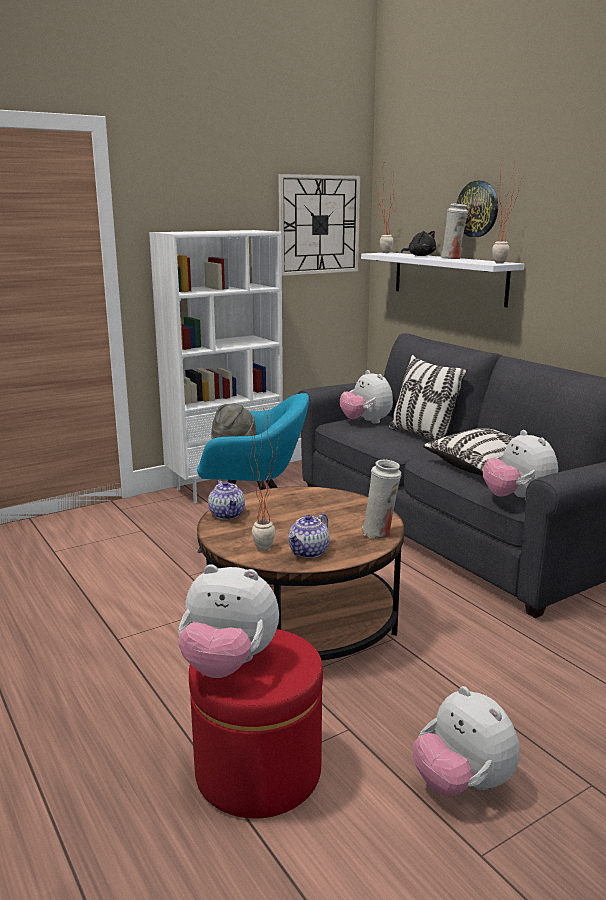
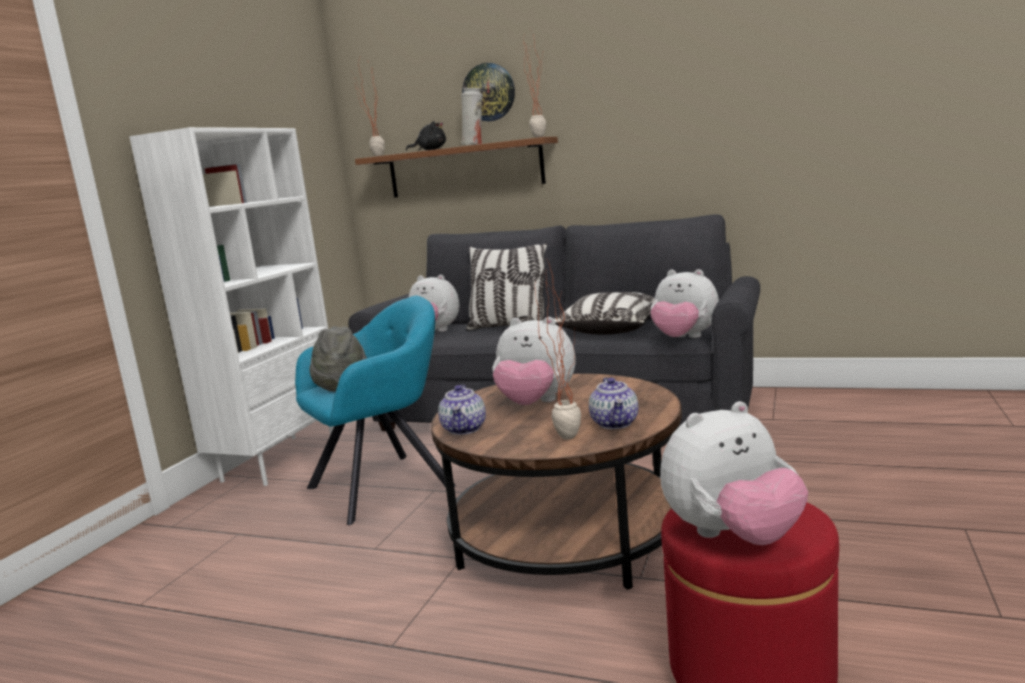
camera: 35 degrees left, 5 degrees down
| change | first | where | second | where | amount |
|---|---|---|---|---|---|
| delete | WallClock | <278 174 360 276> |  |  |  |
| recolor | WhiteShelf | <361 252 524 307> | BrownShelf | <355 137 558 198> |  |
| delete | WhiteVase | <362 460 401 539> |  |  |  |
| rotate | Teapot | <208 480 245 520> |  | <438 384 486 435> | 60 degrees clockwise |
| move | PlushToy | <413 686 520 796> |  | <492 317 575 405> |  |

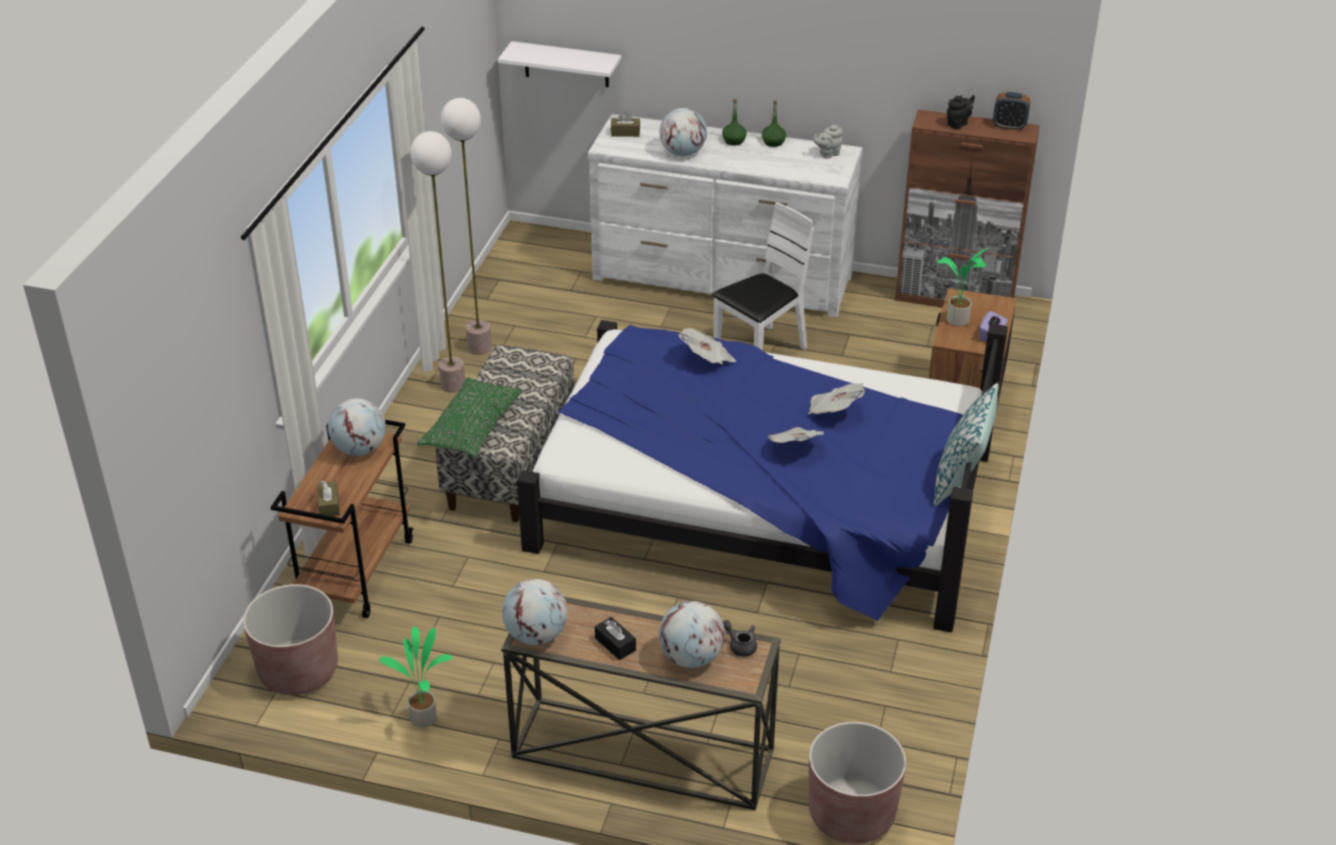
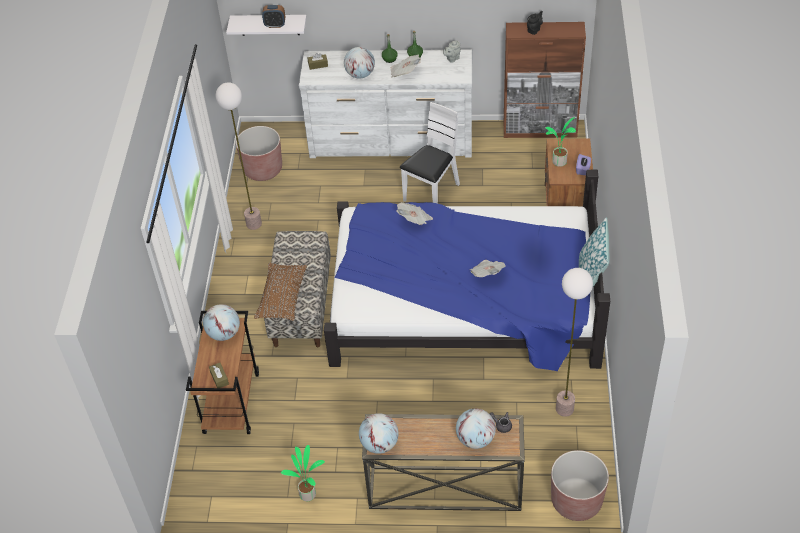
camera: 10 degrees left, 10 degrees up
| change | first | where | second | where | amount |
|---|---|---|---|---|---|
| move | AlarmClock | <993 92 1030 130> |  | <262 5 285 28> |  |
| move | FloorLamp | <410 131 465 393> |  | <556 268 593 417> |  |
| recolor | GreenPillow | <417 377 523 457> | BrownPillow | <254 262 307 321> |  |
| move | Newspaper | <808 383 865 414> |  | <391 55 421 78> |  |
| move | BrownPlanter | <243 584 338 695> |  | <236 126 282 181> |  |
| delete | BlackTissueBox | <595 617 636 660> |  |  |  |

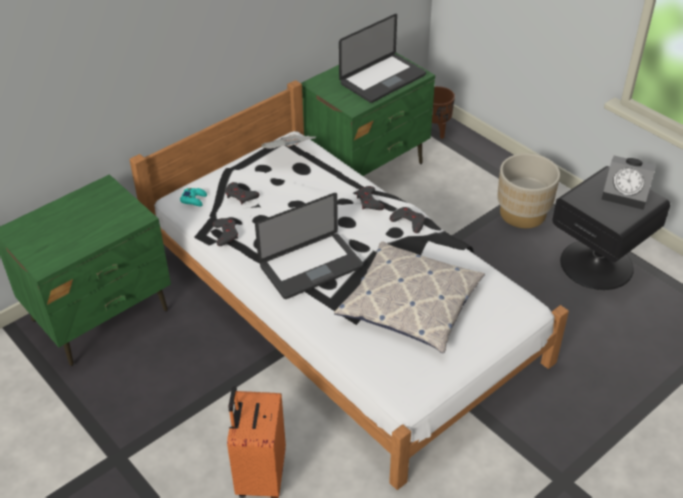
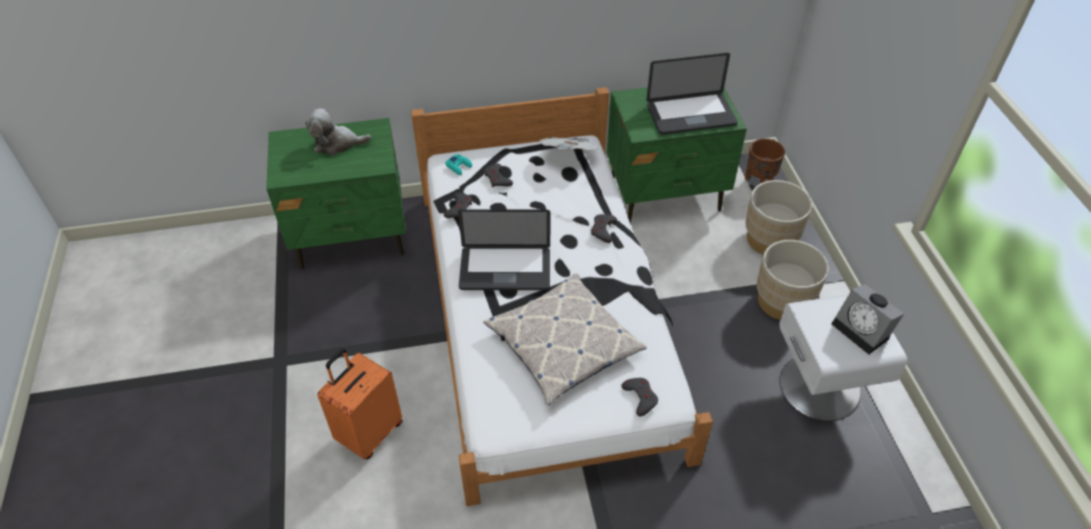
camera: 30 degrees right, 5 degrees up
| change | first | where | second | where | amount |
|---|---|---|---|---|---|
| recolor | BlackNightstand | <552 166 670 290> | WhiteNightstand | <779 294 907 421> |  |
| move | GreyGameController | <390 207 425 233> |  | <621 378 658 416> |  |
| insert |  |  | PlushToy | <305 108 371 156> |  |
| insert |  |  | BeigePlanter | <745 180 812 254> |  |

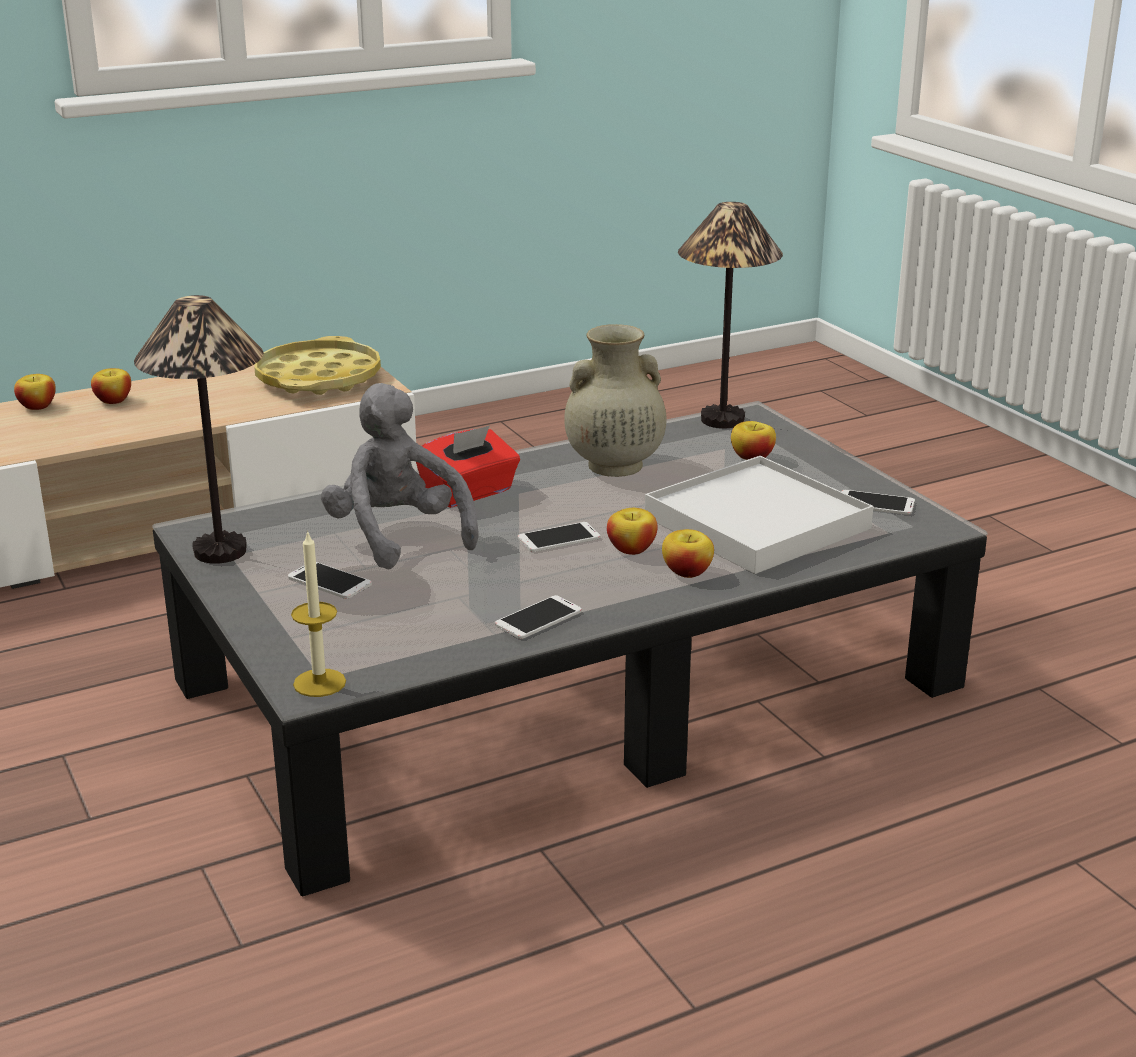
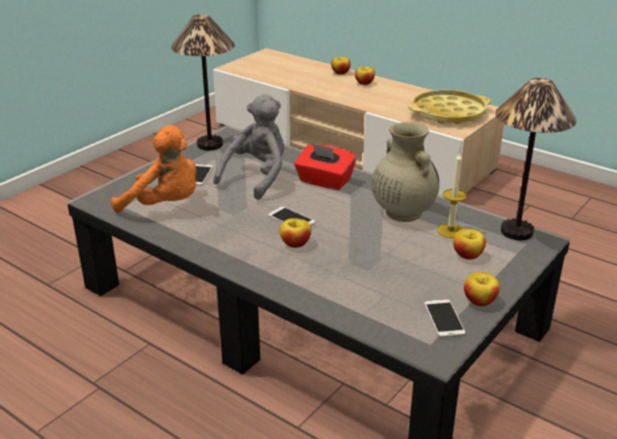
camera: 65 degrees right, 5 degrees up
| change | first | where | second | where | amount |
|---|---|---|---|---|---|
| delete | WhiteTray | <645 456 873 574> |  |  |  |
| move | Apple | <662 529 714 578> |  | <464 272 500 306> |  |
| move | Candle | <291 530 346 697> |  | <437 153 467 238> |  |
| delete | Phone | <495 595 582 639> |  |  |  |
| insert |  |  | OrangePlushToy | <111 125 197 213> |  |

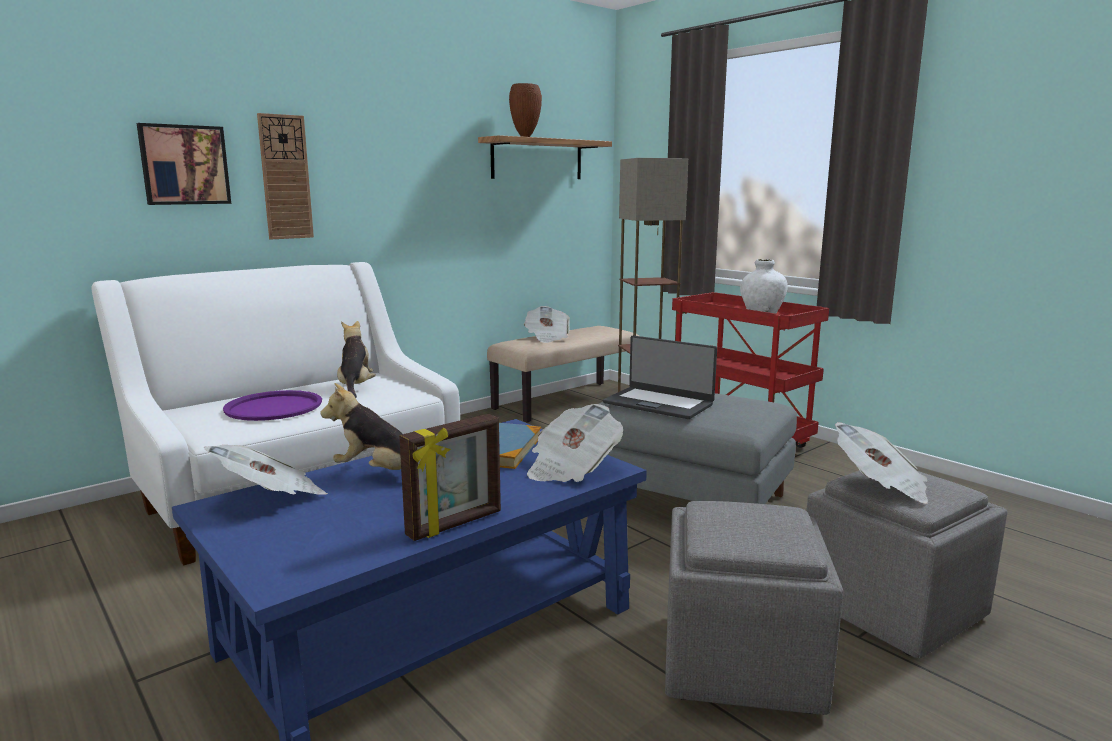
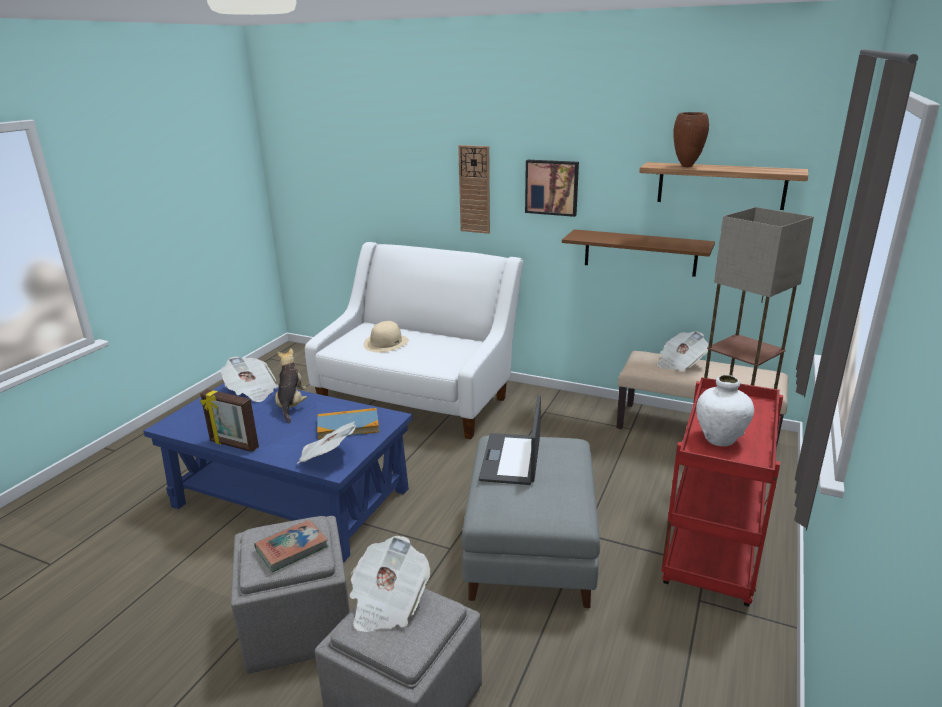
camera: 65 degrees right, 10 degrees up
| change | first | where | second | where | amount |
|---|---|---|---|---|---|
| move | Picture | <137 123 231 205> |  | <525 160 579 217> |  |
| delete | PlushToy | <337 321 376 398> |  |  |  |
| replace | PurpleTray | <223 390 322 421> | BeigeHat | <364 321 409 353> |  |
| insert |  |  | BrownShelf | <562 229 715 277> |  |
| insert |  |  | Book | <254 519 329 572> |  |

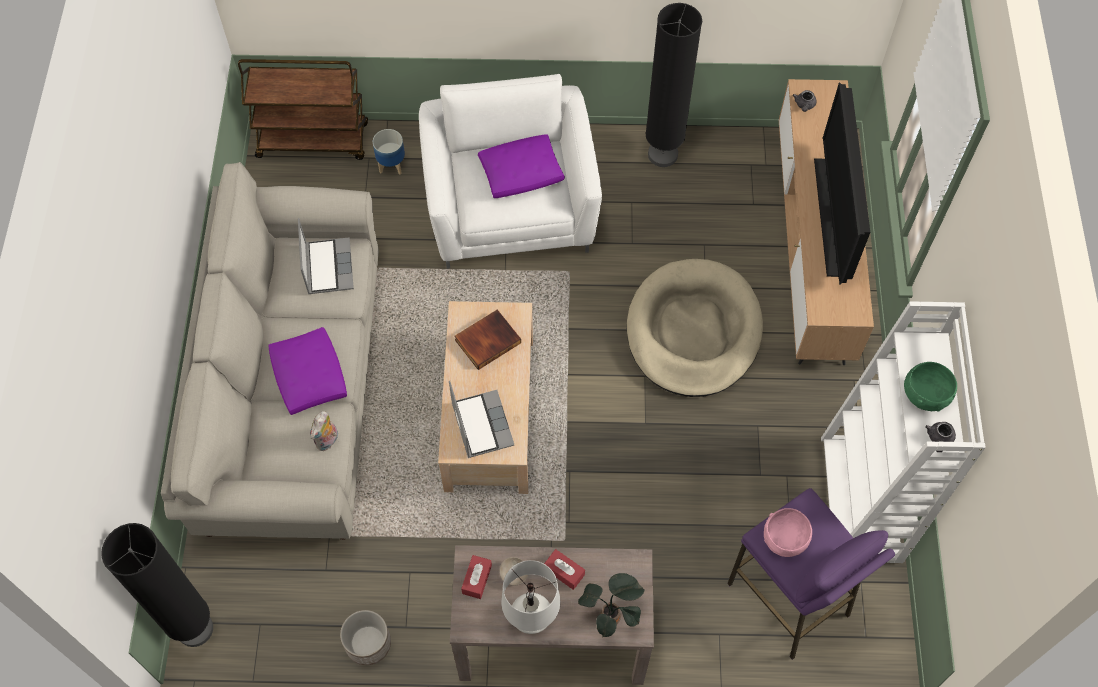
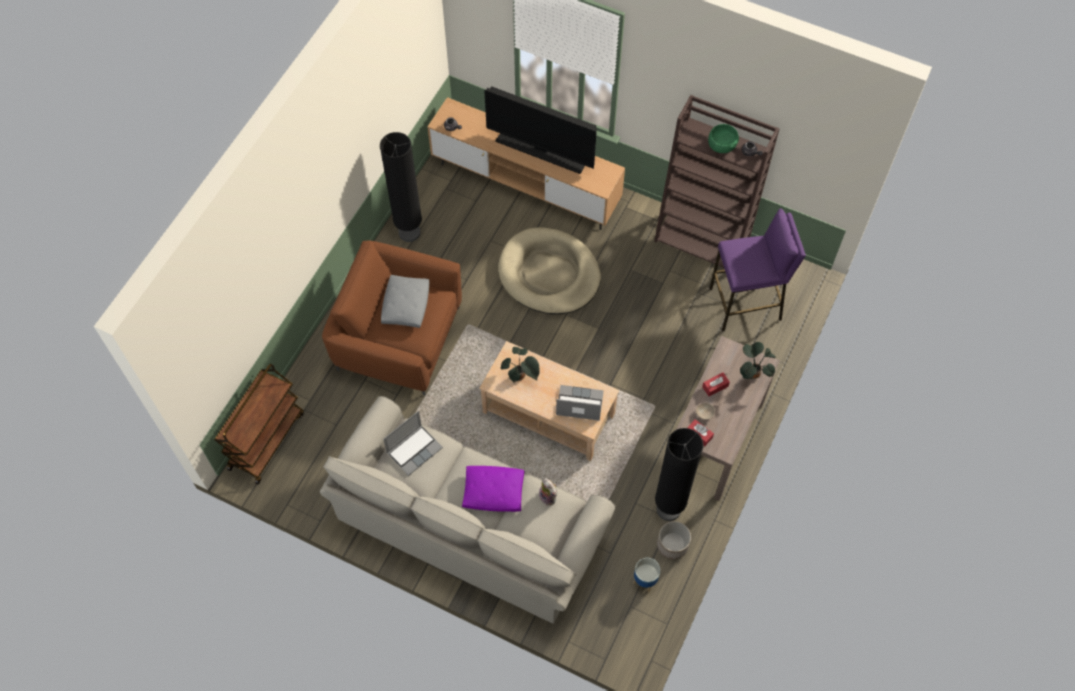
camera: 65 degrees left, 0 degrees up
| change | first | where | second | where | amount |
|---|---|---|---|---|---|
| recolor | WhiteArmchair | <419 74 602 269> | BrownArmchair | <322 241 462 396> |  |
| move | Planter | <373 129 405 175> |  | <633 558 660 592> |  |
| recolor | PurplePillow | <478 134 565 198> | GreyPillow | <381 275 429 328> |  |
| rotate | Laptop | <298 218 354 294> |  | <383 411 443 476> | 120 degrees clockwise |
| recolor | WhiteBookcase | <821 301 986 563> | BrownBookcase | <654 95 780 268> |  |
| replace | Book | <454 310 521 370> | PottedPlant | <500 347 540 383> |  |
| delete | PinkBowl | <764 508 812 557> |  |  |  |
| move | BlackFloorLamp | <101 523 213 647> |  | <655 428 703 521> |  |
| delete | WhiteTableLamp | <501 560 560 634> |  |  |  |

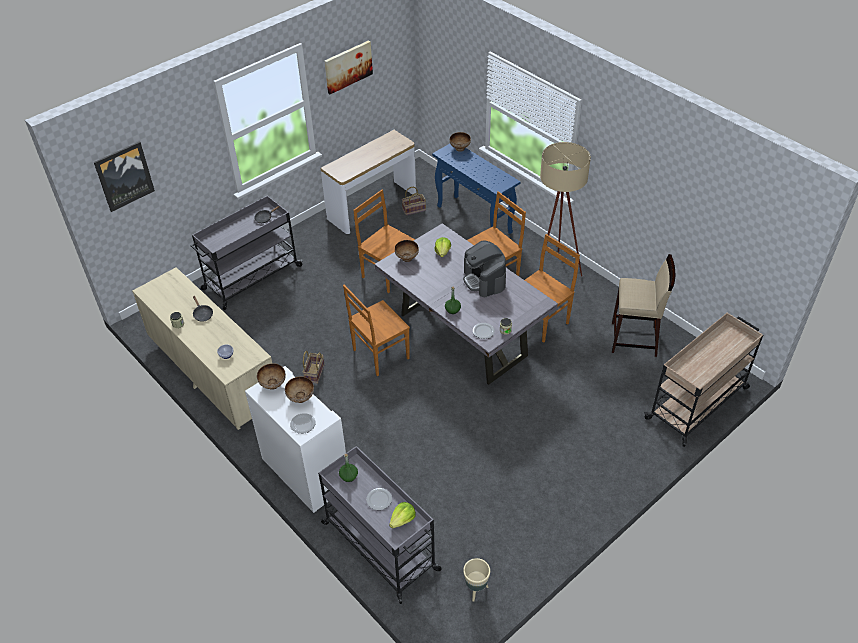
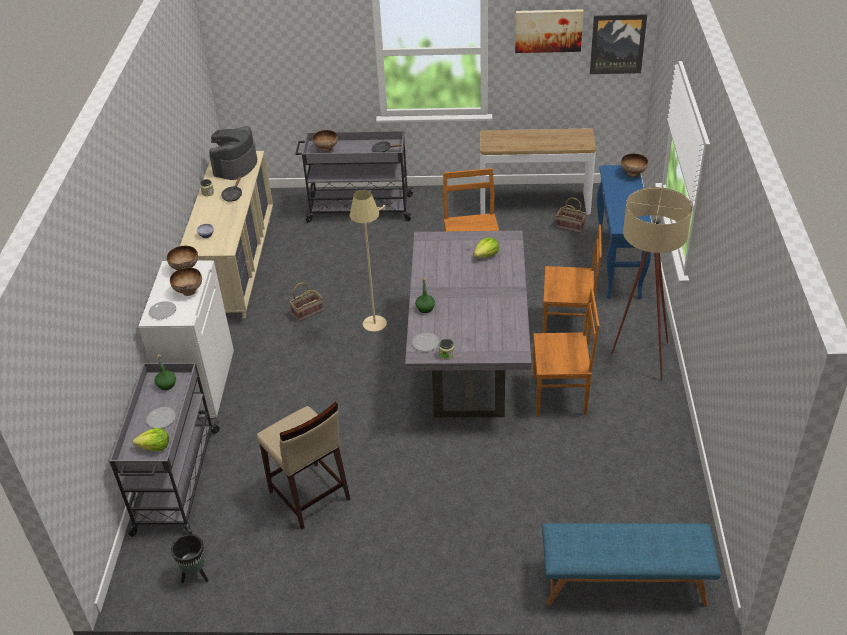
camera: 45 degrees right, 5 degrees down
| change | first | where | second | where | amount |
|---|---|---|---|---|---|
| move | Picture | <94 141 155 212> |  | <590 14 647 74> |  |
| move | Bowl | <395 240 419 262> |  | <313 130 338 152> |  |
| move | CoffeeMachine | <463 241 506 297> |  | <209 126 257 180> |  |
| move | BeigeStool | <612 254 675 357> |  | <257 402 351 530> |  |
| replace | BrownChair | <343 285 410 376> | BeigeFloorLamp | <350 190 387 332> |  |
| replace | BeigeCart | <644 313 763 447> | BlueBench | <542 523 721 606> |  |
| recolor | BeigePlanter | <463 558 490 602> | BlackPlanter | <171 534 209 583> |  |

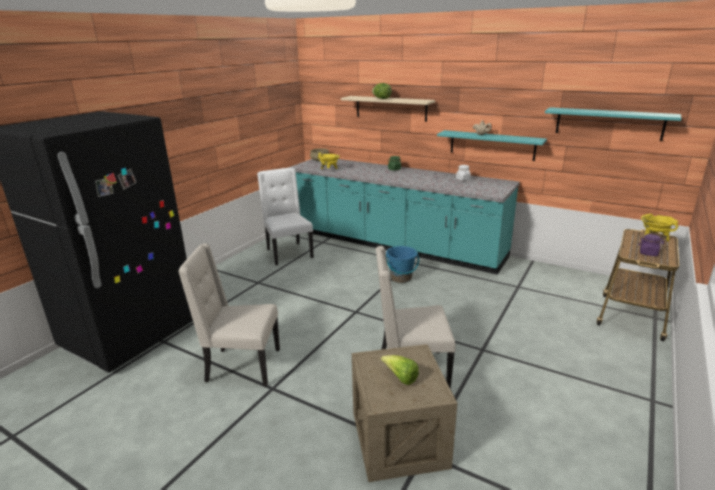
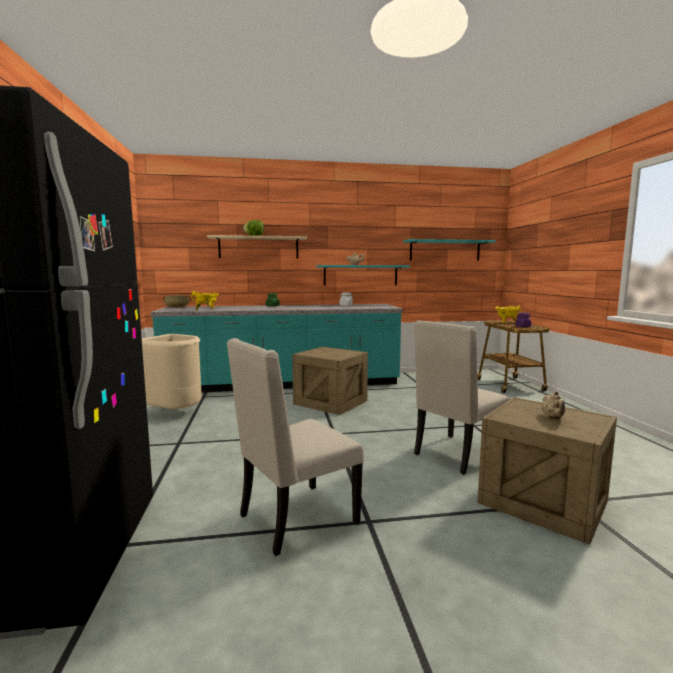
camera: 40 degrees left, 15 degrees down
| change | first | where | second | where | amount |
|---|---|---|---|---|---|
| replace | WhiteChair | <257 168 314 265> | BeigeTrashCan | <142 334 202 409> |  |
| replace | BlueBucket | <386 246 419 283> | Crate | <292 347 368 415> |  |
| replace | Lettuce | <381 355 419 385> | BeigeTeapot | <542 391 566 419> |  |

